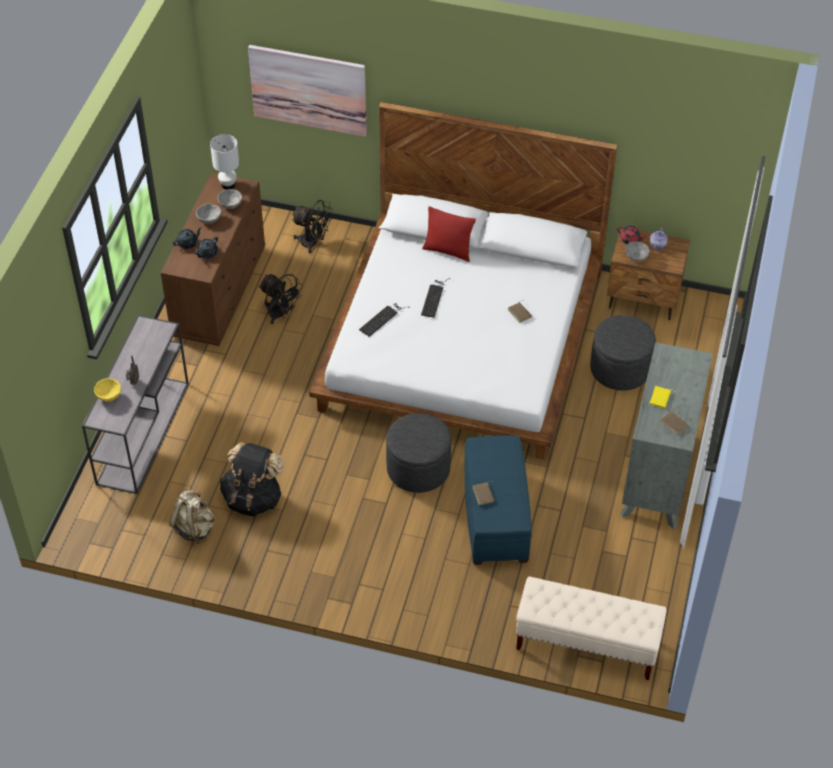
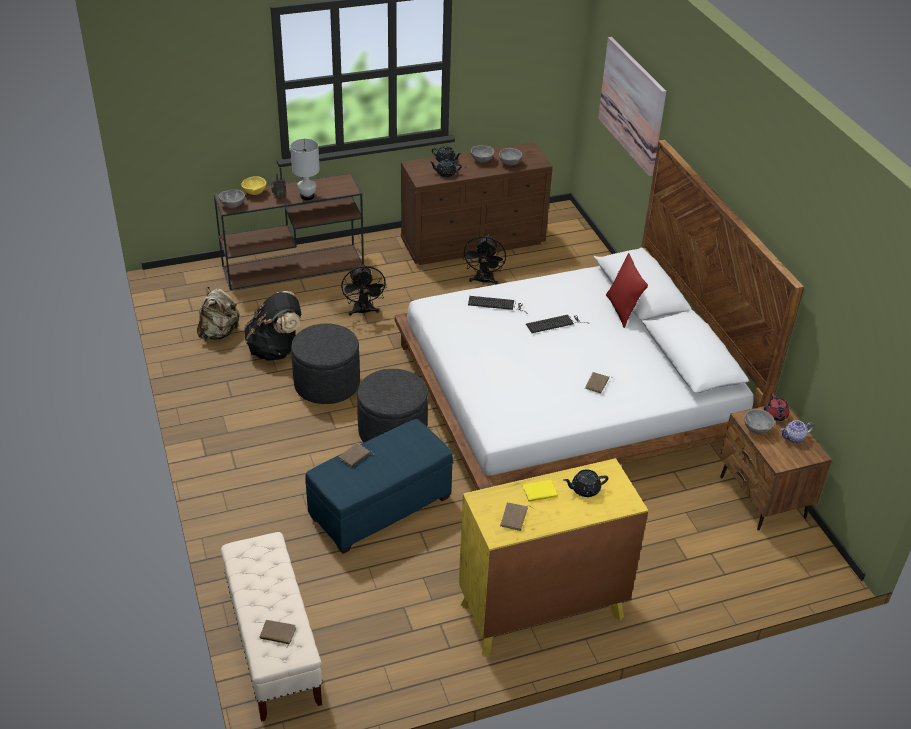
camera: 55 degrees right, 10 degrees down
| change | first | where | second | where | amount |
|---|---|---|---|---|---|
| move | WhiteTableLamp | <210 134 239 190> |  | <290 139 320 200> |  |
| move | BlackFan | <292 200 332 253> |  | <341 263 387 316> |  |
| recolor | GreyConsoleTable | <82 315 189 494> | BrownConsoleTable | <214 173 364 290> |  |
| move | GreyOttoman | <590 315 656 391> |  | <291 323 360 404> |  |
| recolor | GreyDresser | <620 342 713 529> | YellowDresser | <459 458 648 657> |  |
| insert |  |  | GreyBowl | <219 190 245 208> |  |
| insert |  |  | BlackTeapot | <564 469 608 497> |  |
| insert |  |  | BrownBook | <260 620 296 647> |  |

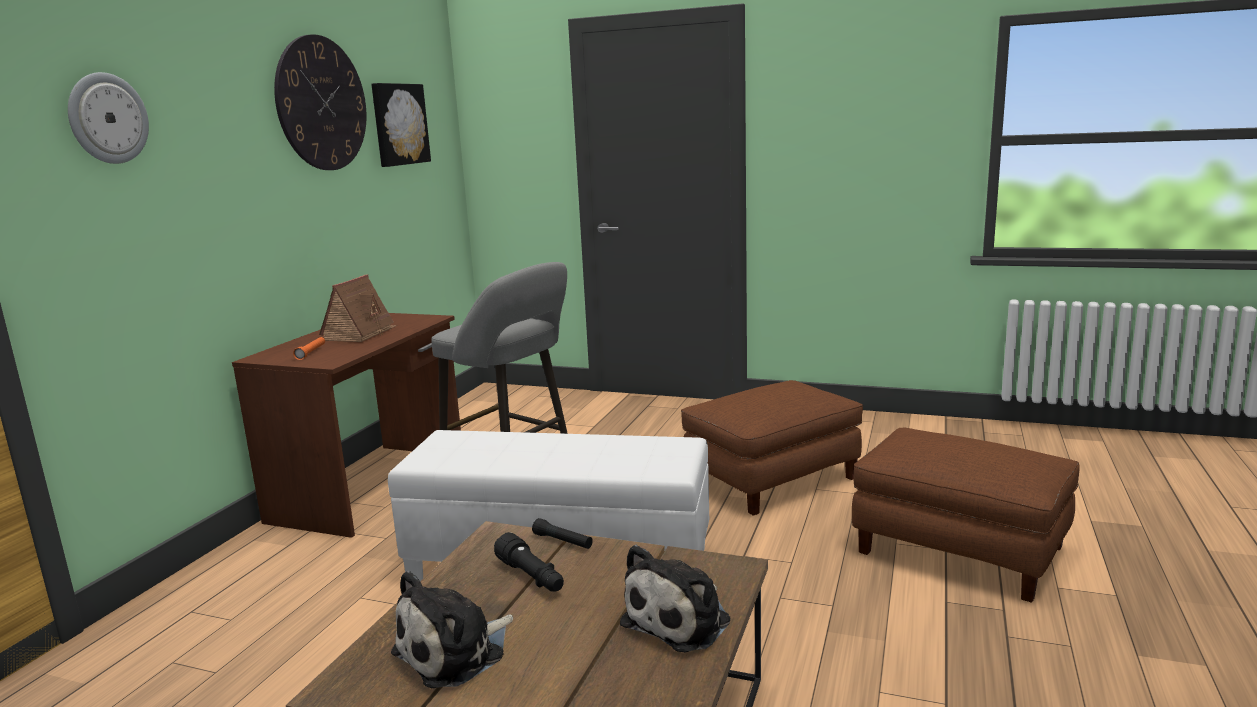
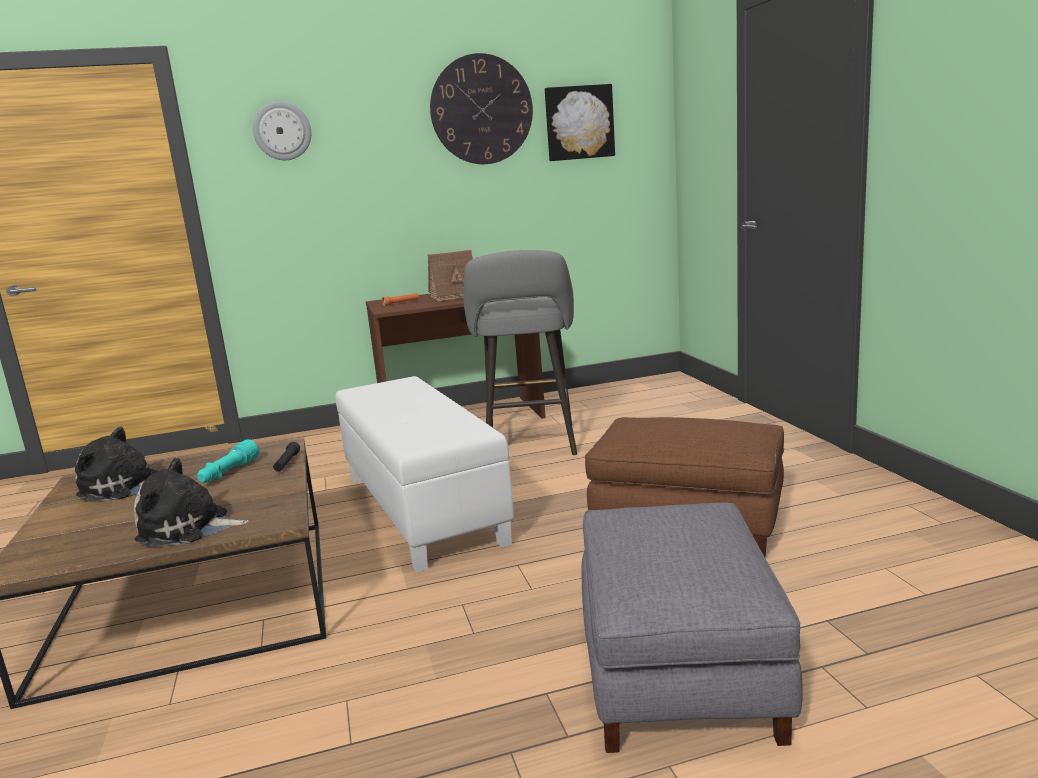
camera: 55 degrees right, 0 degrees up
| change | first | where | second | where | amount |
|---|---|---|---|---|---|
| recolor | BrownOttoman | <852 427 1080 602> | GreyOttoman | <582 503 802 753> |  |
| recolor | BlackFlashlight | <494 532 564 592> | TurquoiseFlashlight | <197 439 259 483> |  |

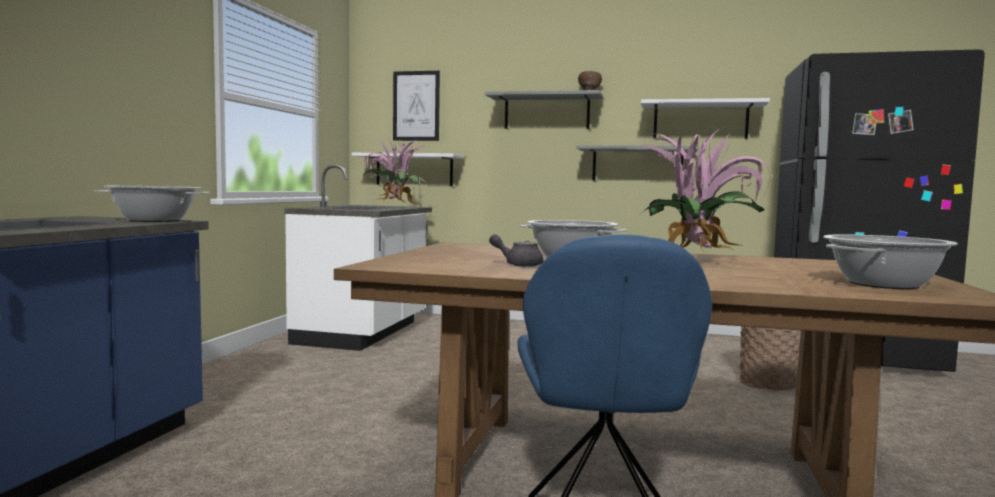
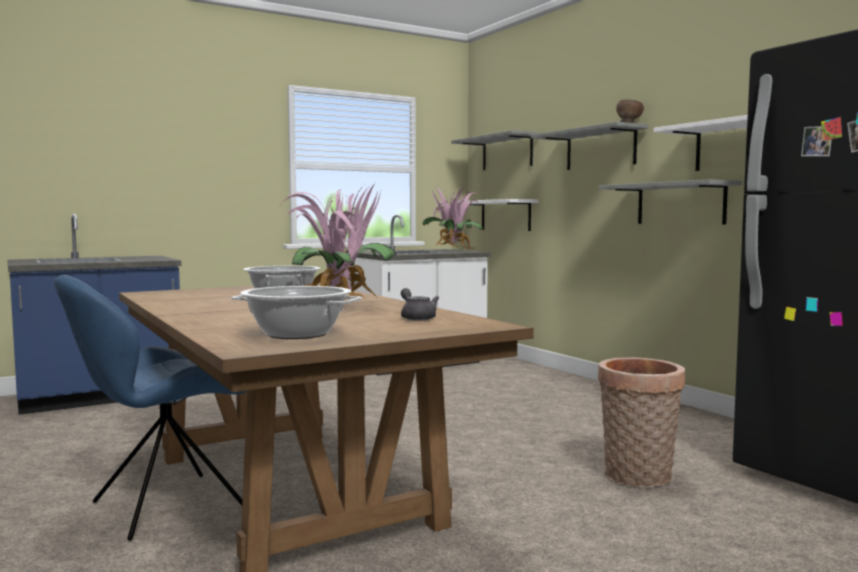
camera: 45 degrees right, 0 degrees up
| change | first | where | second | where | amount |
|---|---|---|---|---|---|
| replace | Picture | <393 71 440 141> | GreyShelf | <451 130 540 170> |  |
| delete | CookingPot | <94 186 210 222> |  |  |  |
| move | GreyTeapot | <489 234 544 267> |  | <401 288 439 321> |  |

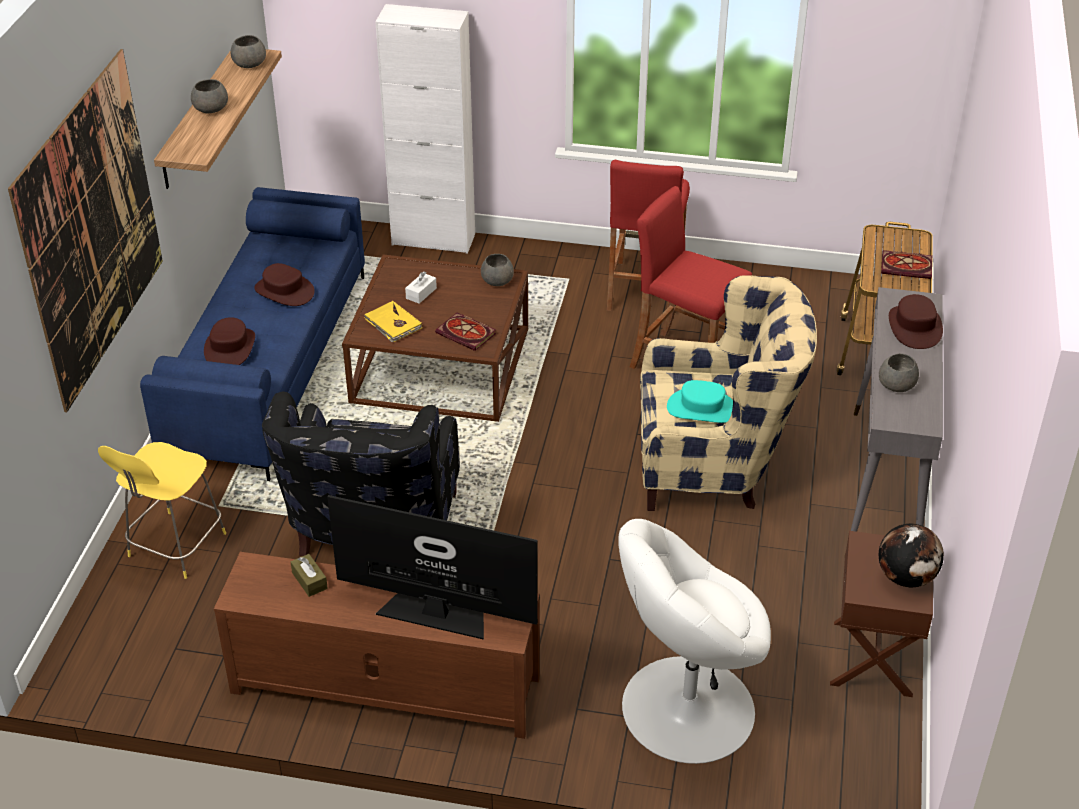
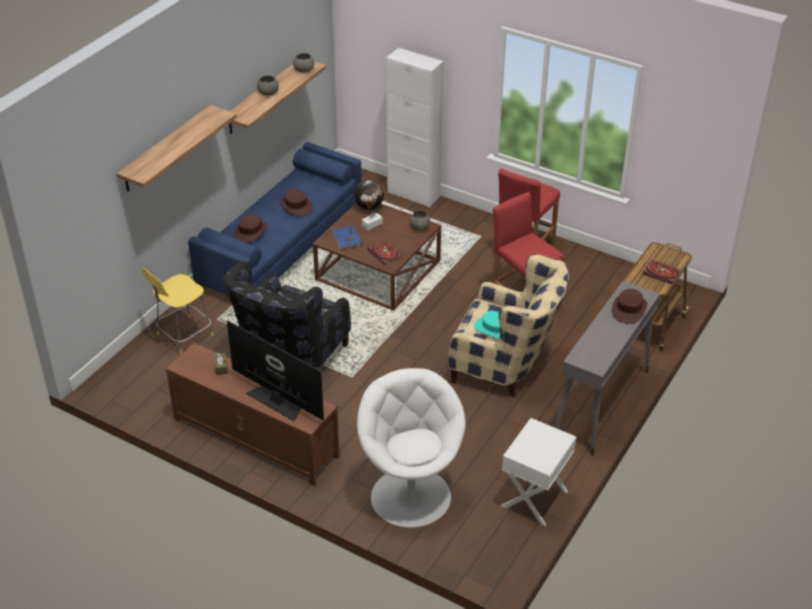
camera: 20 degrees right, 0 degrees up
| change | first | where | second | where | amount |
|---|---|---|---|---|---|
| replace | Picture | <8 49 163 412> | Shelf | <116 105 237 192> |  |
| recolor | YellowBook | <364 301 423 342> | BlueBook | <332 225 362 249> |  |
| delete | GreyBowl | <879 353 919 392> |  |  |  |
| rotate | WhiteArmchair | <618 519 771 764> |  | <357 368 466 528> | 75 degrees clockwise |
| move | Globe | <878 524 944 587> |  | <354 180 384 210> |  |
| recolor | BrownNightstand | <830 531 933 697> | WhiteNightstand | <501 418 576 526> |  |

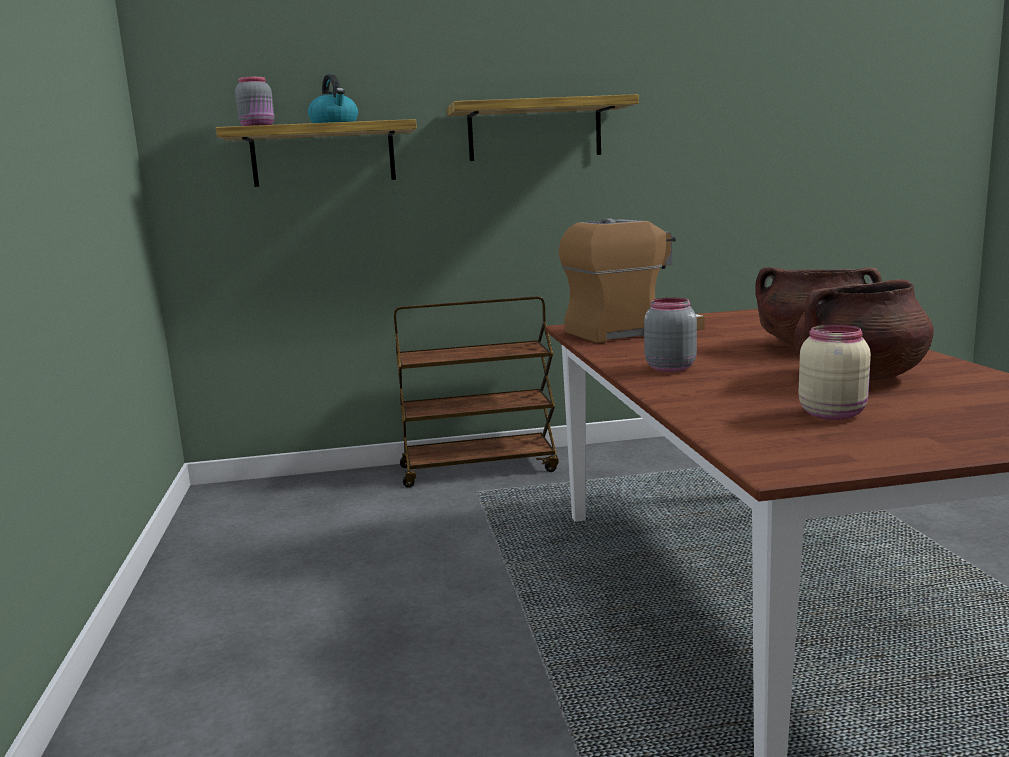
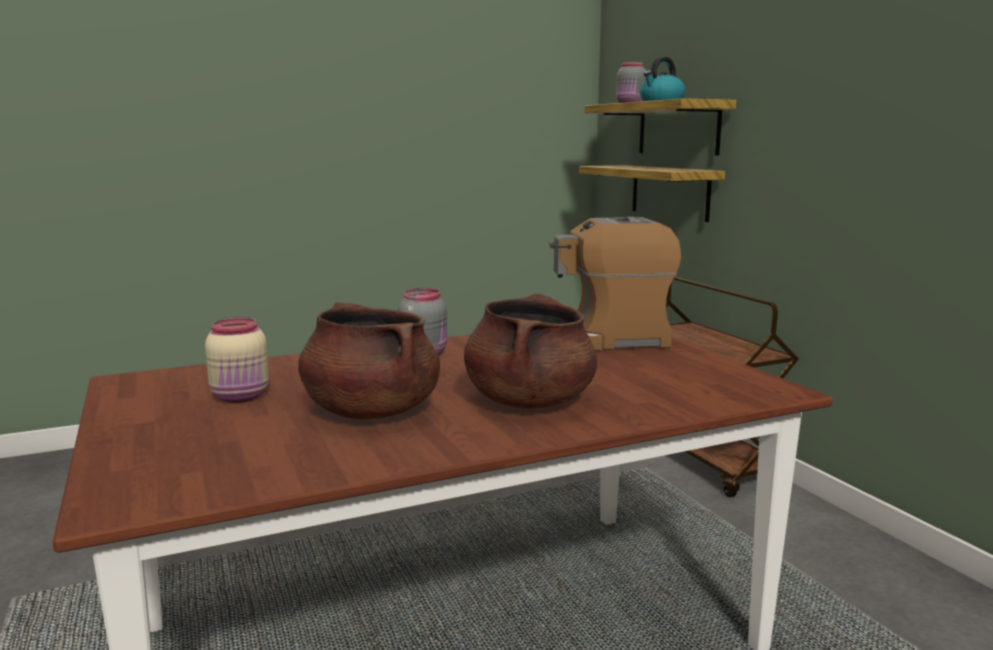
camera: 75 degrees right, 0 degrees up
| change | first | where | second | where | amount |
|---|---|---|---|---|---|
| move | Shelf | <447 94 639 161> |  | <579 165 725 222> |  |
| rotate | CoffeeMachine | <559 218 705 343> |  | <549 217 681 351> | 120 degrees clockwise |

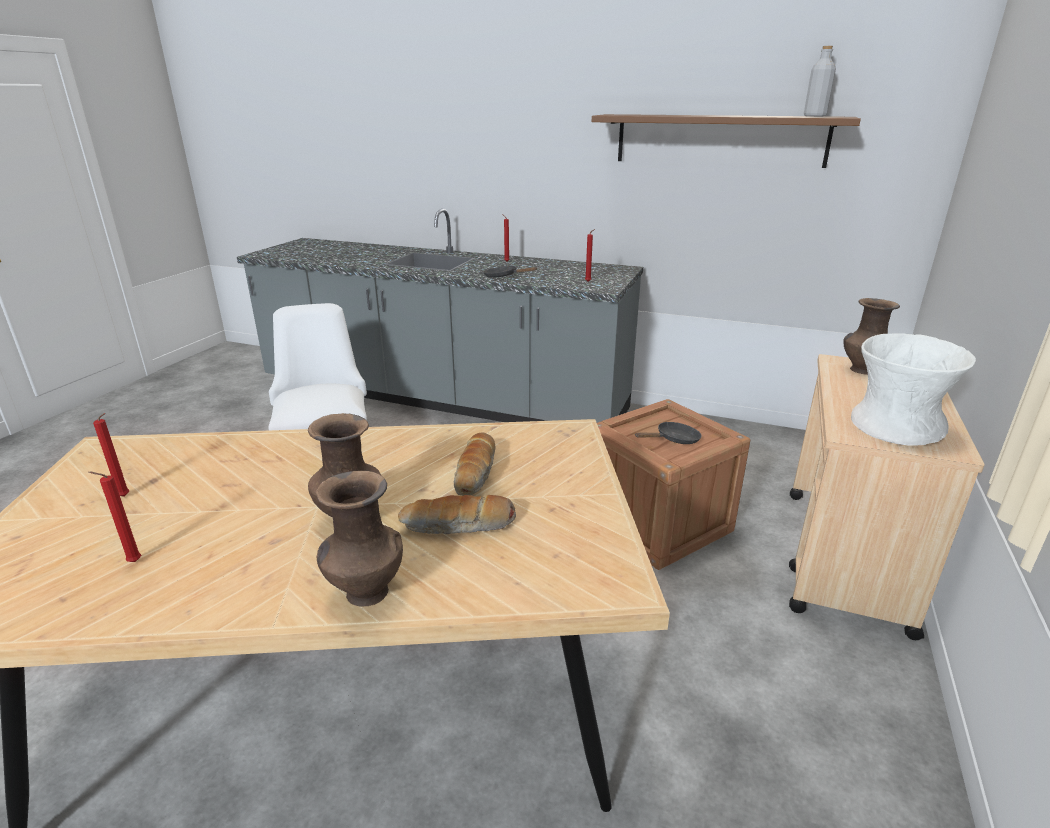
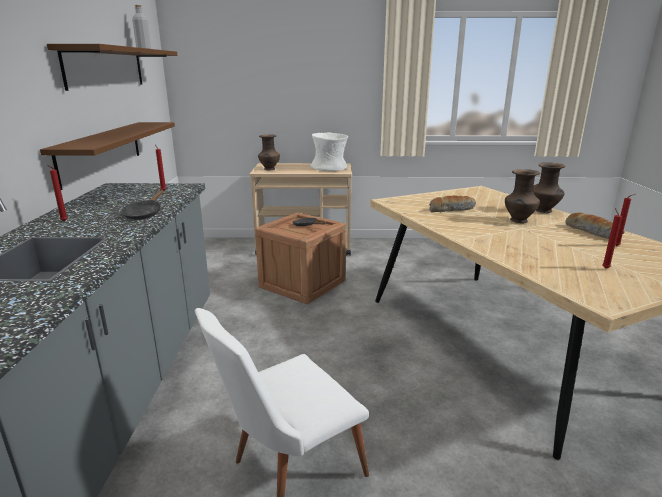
camera: 110 degrees left, 5 degrees down
| change | first | where | second | where | amount |
|---|---|---|---|---|---|
| move | Bread | <398 495 516 534> |  | <565 213 625 239> |  |
| insert |  |  | BrownShelf | <40 122 175 190> |  |

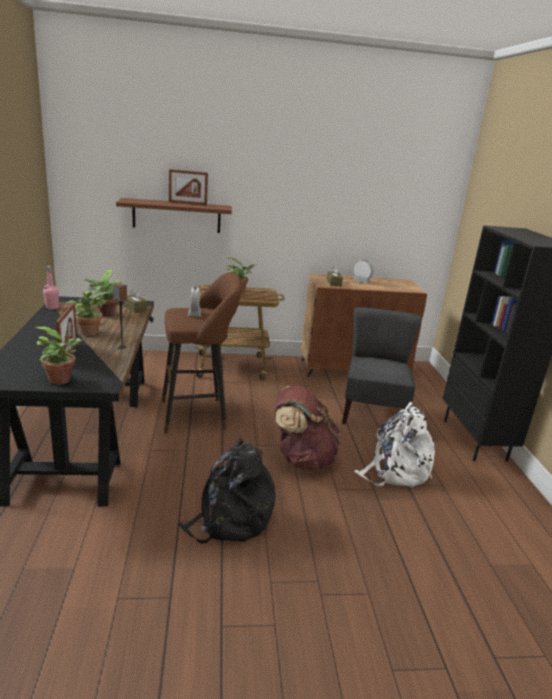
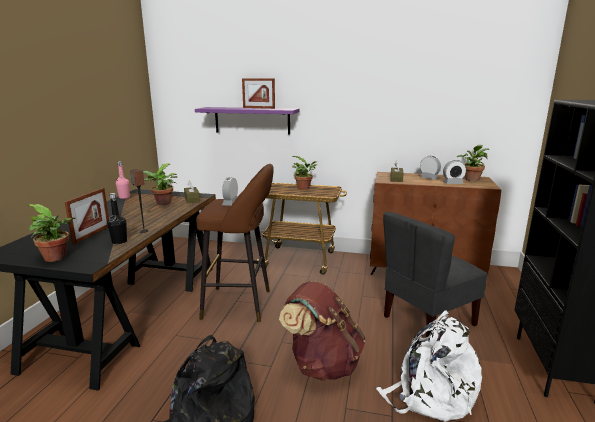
camera: 20 degrees right, 5 degrees down
| change | first | where | second | where | amount |
|---|---|---|---|---|---|
| recolor | BrownShelf | <116 198 232 233> | PurpleShelf | <195 107 299 135> |  |
| move | PottedPlant | <66 286 109 336> |  | <457 145 489 182> |  |
| rotate | GreyChair | <342 307 422 424> |  | <383 212 487 337> | 150 degrees counterclockwise |
| insert |  |  | AlarmClock | <443 160 466 184> |  |
| insert |  |  | BlackBottle | <107 193 127 244> |  |

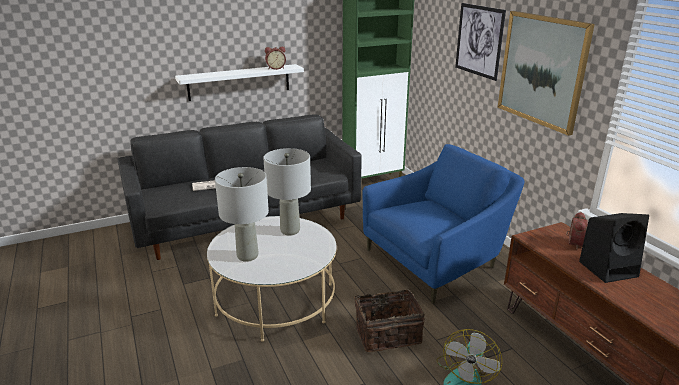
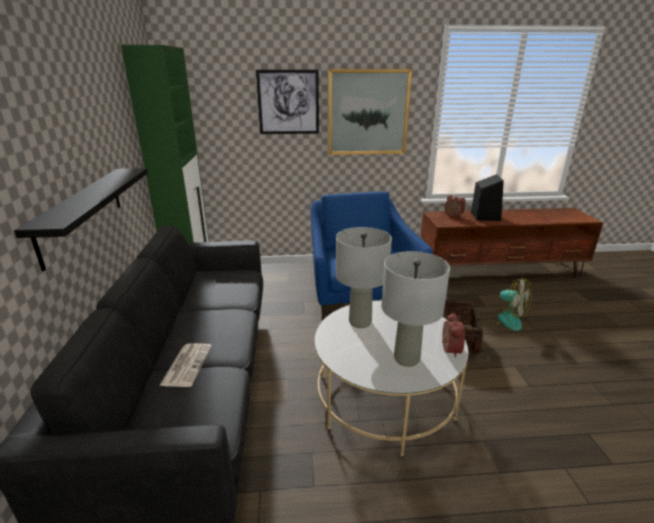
camera: 70 degrees left, 0 degrees up
| change | first | where | second | where | amount |
|---|---|---|---|---|---|
| move | AlarmClock | <265 47 286 70> |  | <442 313 465 358> |  |
| recolor | WhiteShelf | <175 64 304 101> | BlackShelf | <14 168 148 271> |  |

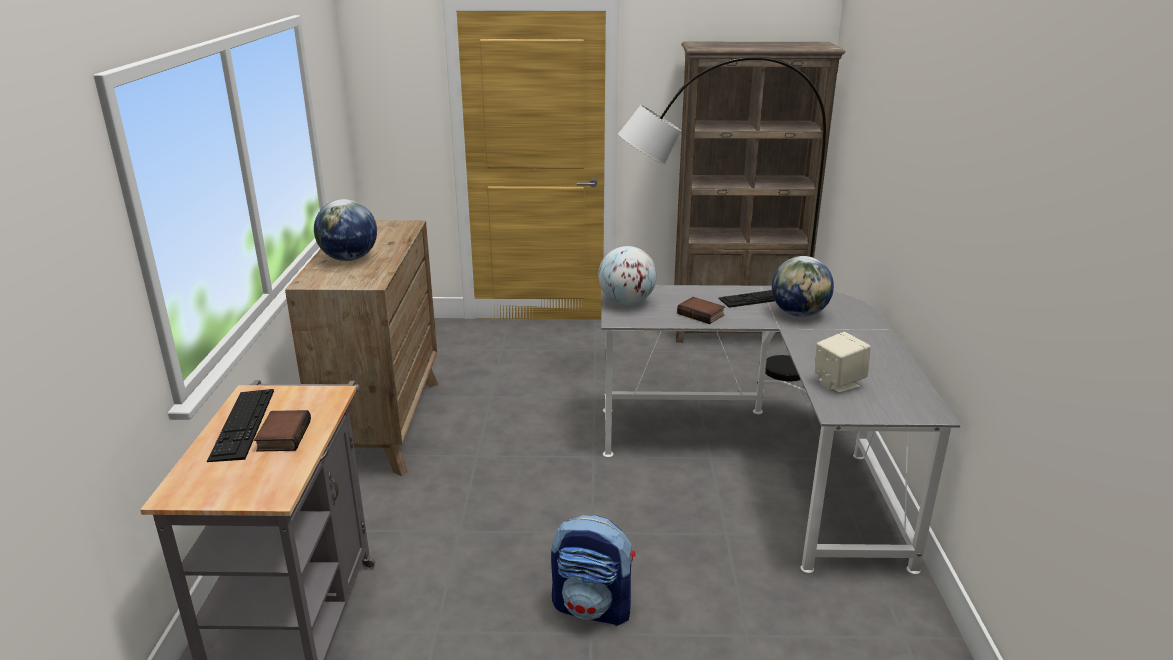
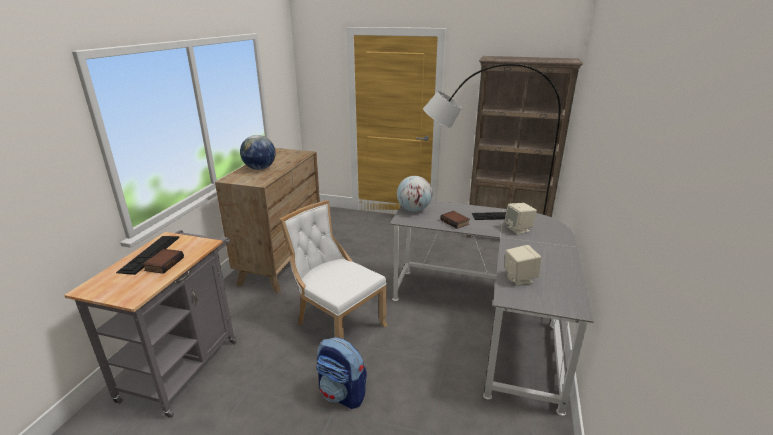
camera: 15 degrees right, 0 degrees up
| change | first | where | second | where | amount |
|---|---|---|---|---|---|
| replace | Globe | <772 256 834 317> | BeigeSpeaker | <504 203 537 234> |  |
| insert |  |  | WhiteChair | <279 200 387 339> |  |

